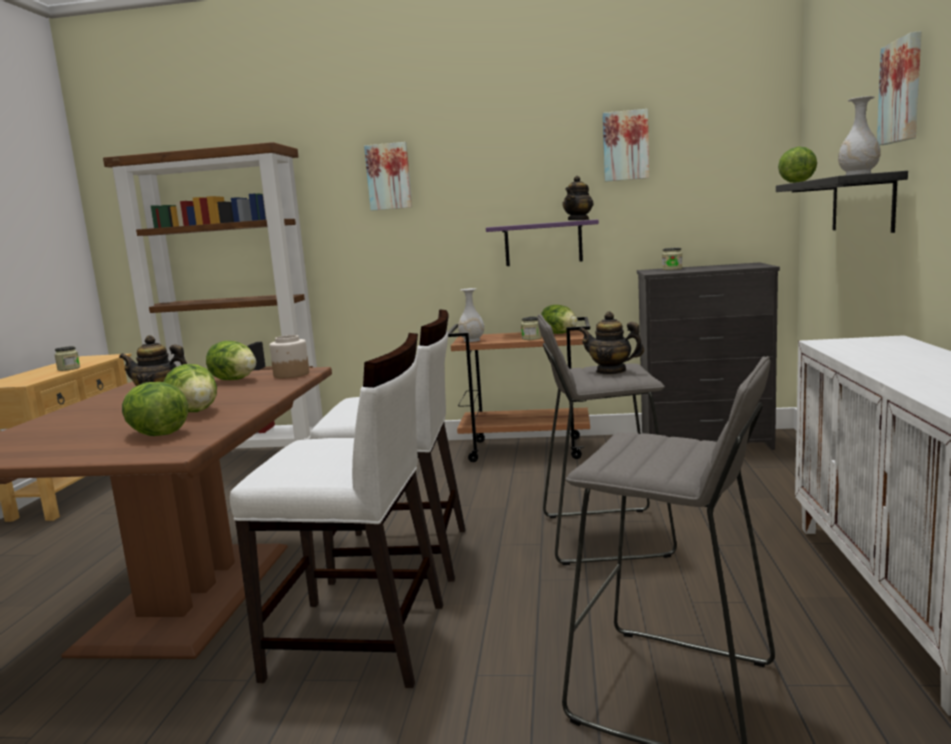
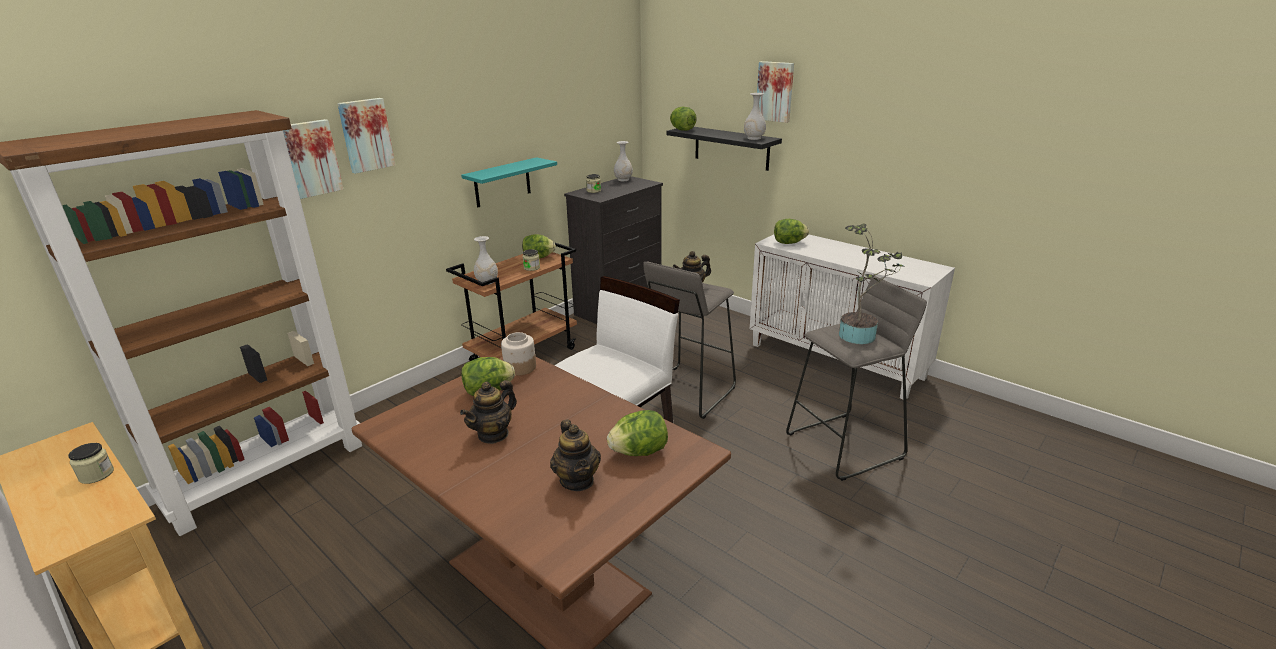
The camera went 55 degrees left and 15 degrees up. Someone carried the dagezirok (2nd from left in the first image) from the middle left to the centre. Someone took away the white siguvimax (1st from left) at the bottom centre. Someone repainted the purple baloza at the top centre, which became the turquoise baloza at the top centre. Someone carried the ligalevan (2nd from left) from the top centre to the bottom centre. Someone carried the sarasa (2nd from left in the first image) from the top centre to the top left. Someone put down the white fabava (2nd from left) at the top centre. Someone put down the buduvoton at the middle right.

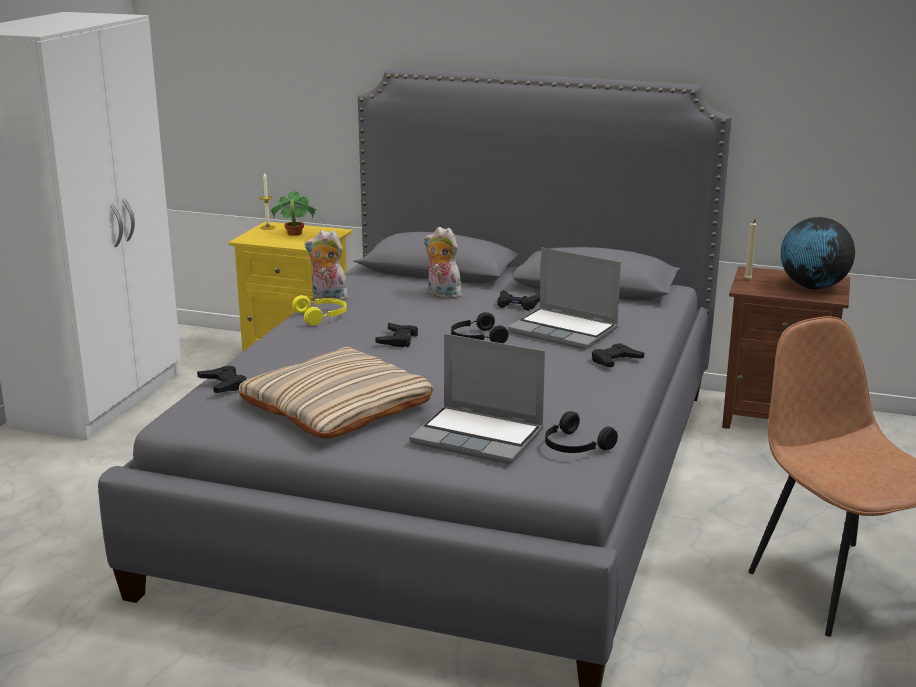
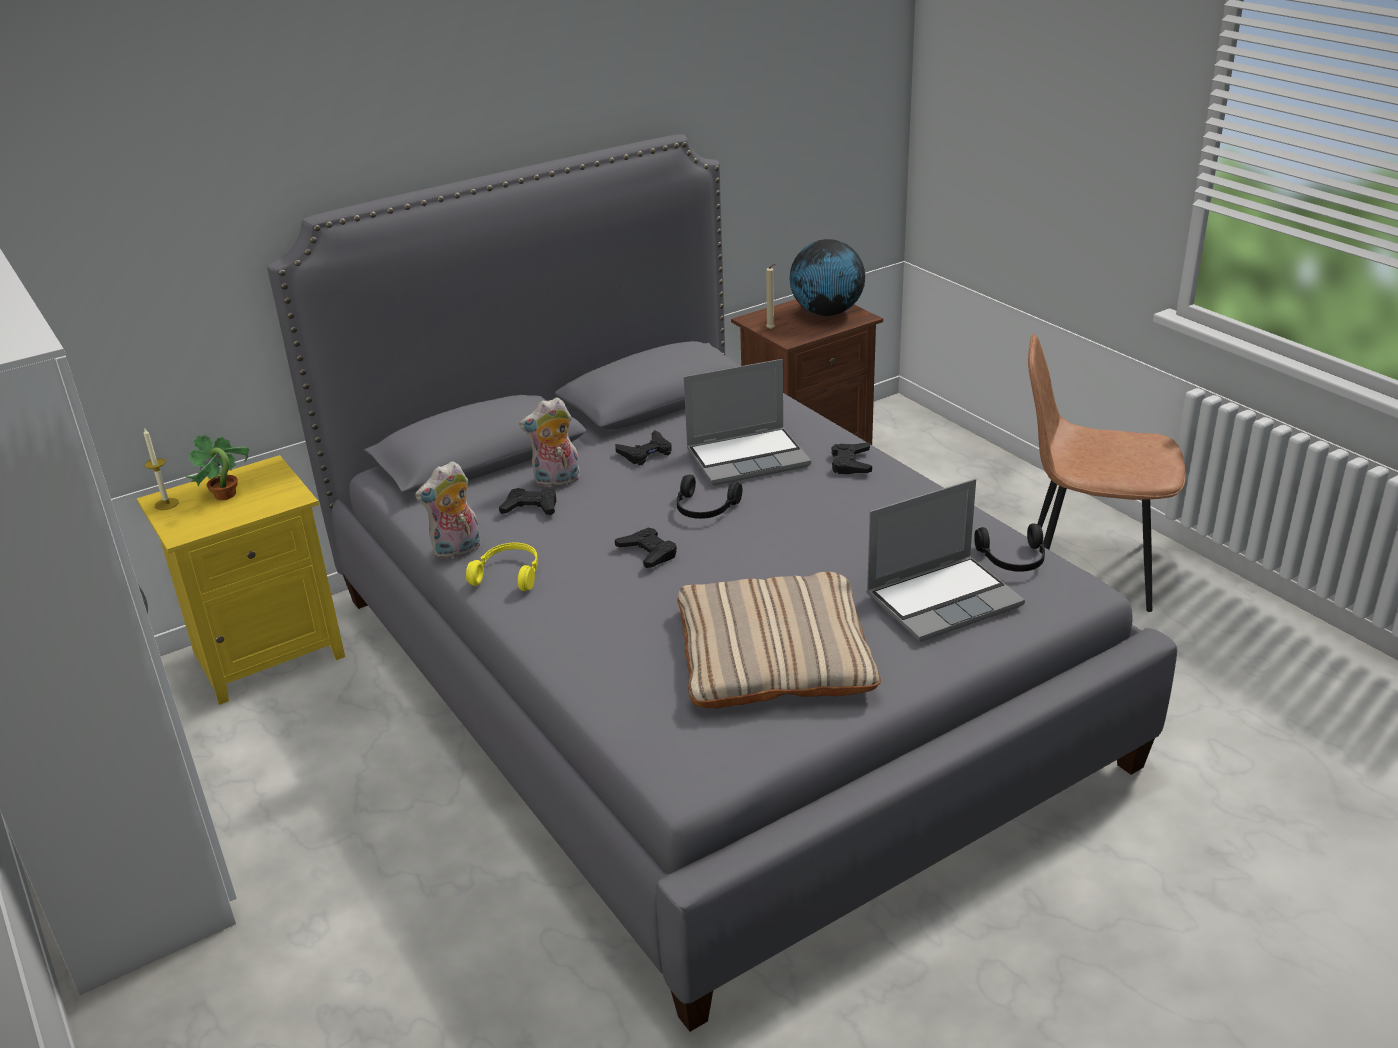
The camera went 50 degrees left and 10 degrees up. Someone carried the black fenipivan (1st from left) from the middle left to the centre.

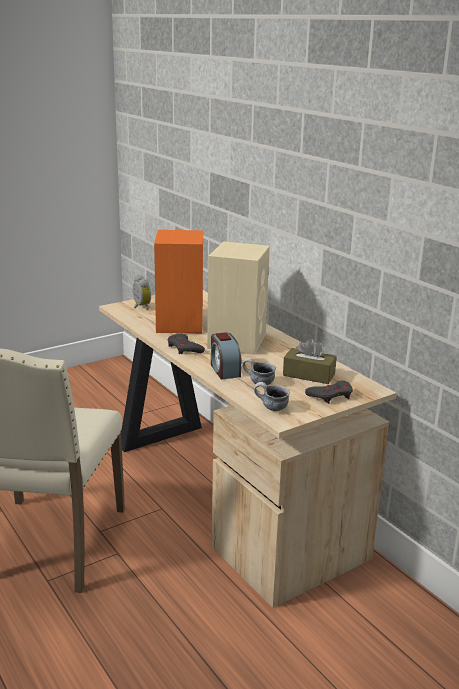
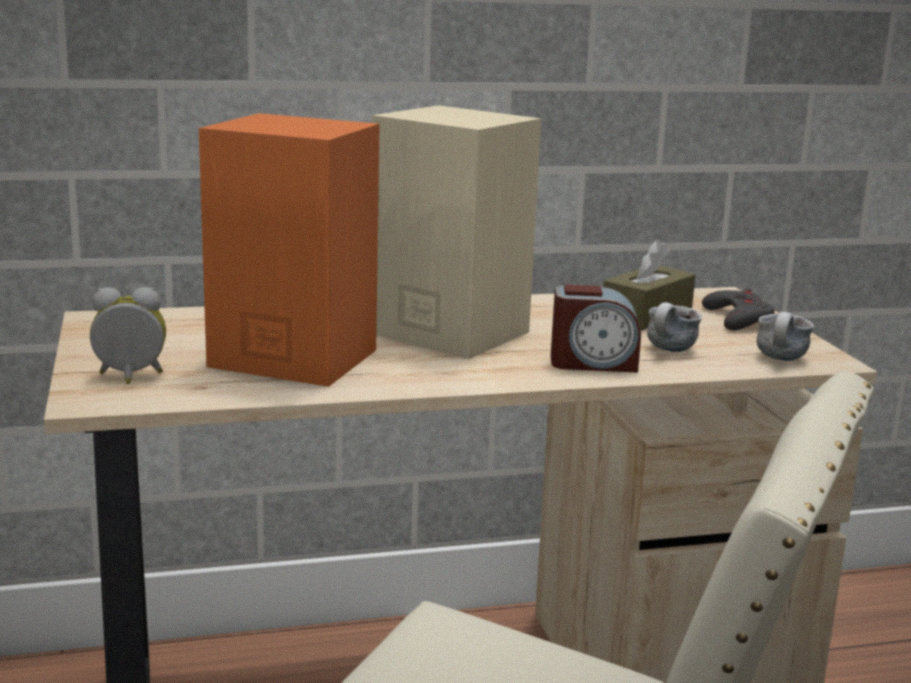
The camera went 70 degrees left and 5 degrees down. Someone took away the grey fenipivan (1st from left) at the centre.

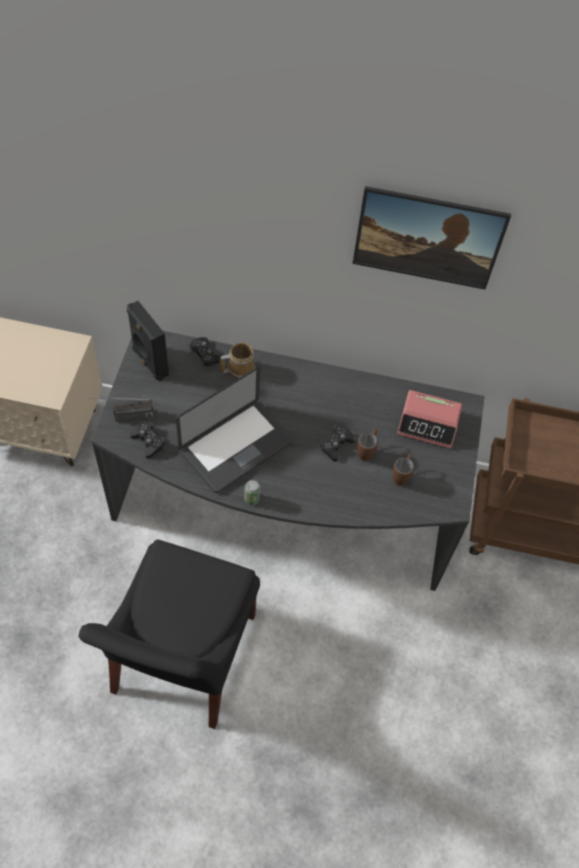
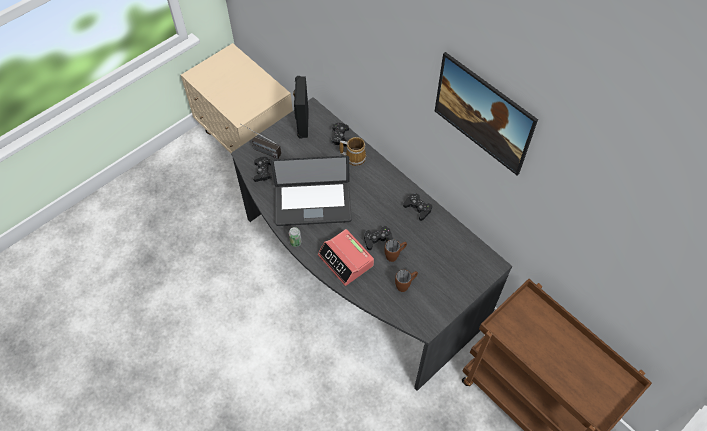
The camera went 40 degrees right and 0 degrees up. Someone took away the black siguvimax at the bottom left. Someone carried the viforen from the middle right to the centre. Someone put down the black fenipivan (4th from left) at the centre.

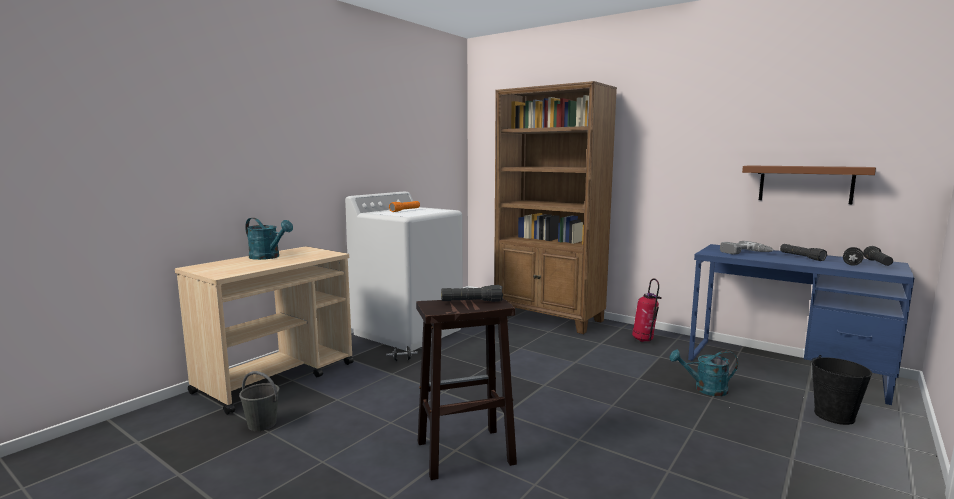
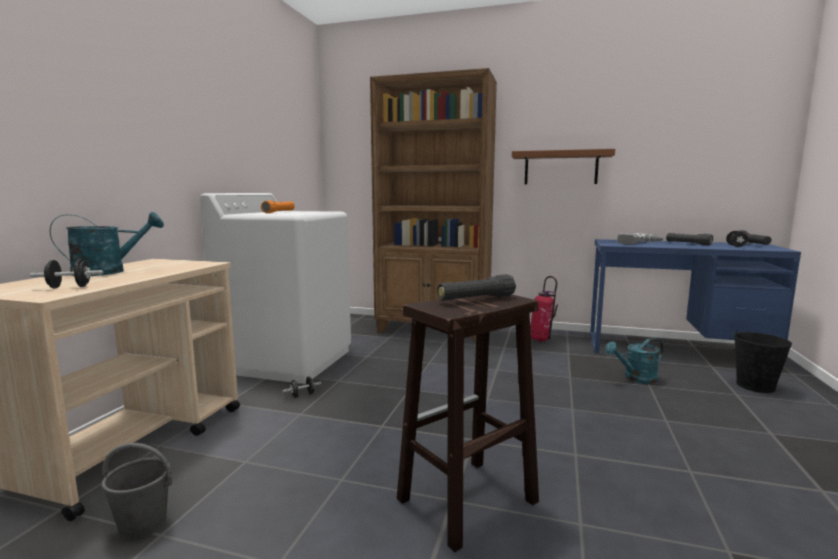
The camera went 20 degrees left and 0 degrees up. Someone rotated the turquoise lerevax (1st from left) at the middle left by 45 degrees counterclockwise. Someone carried the brown baloza from the middle right to the top right. Someone put down the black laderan (1st from left) at the middle left.

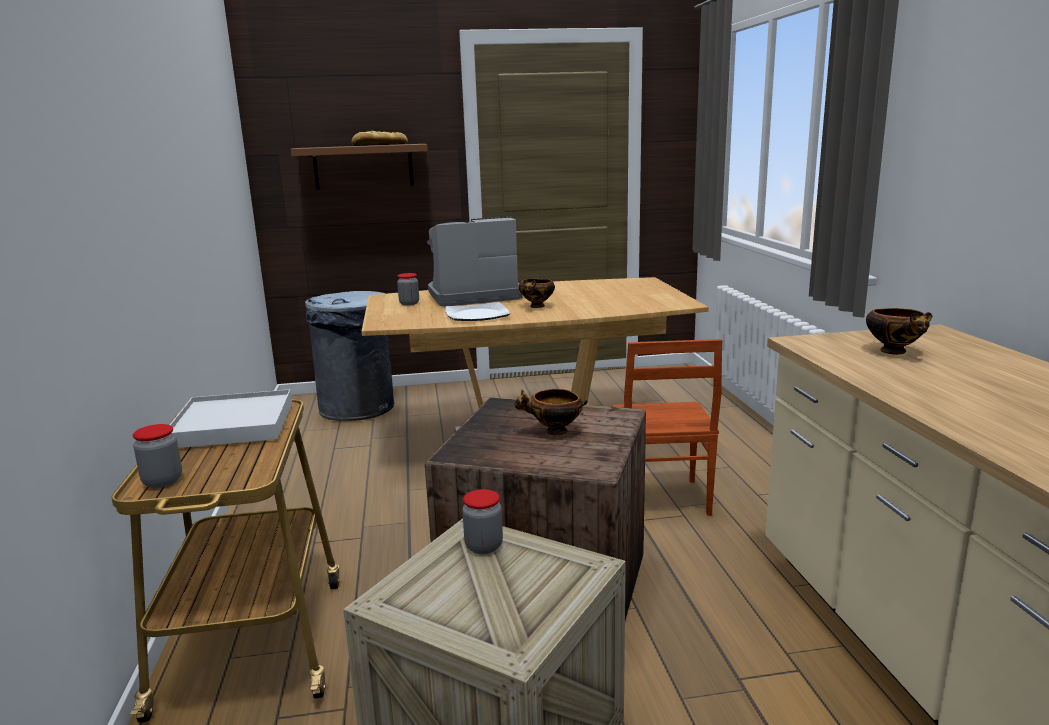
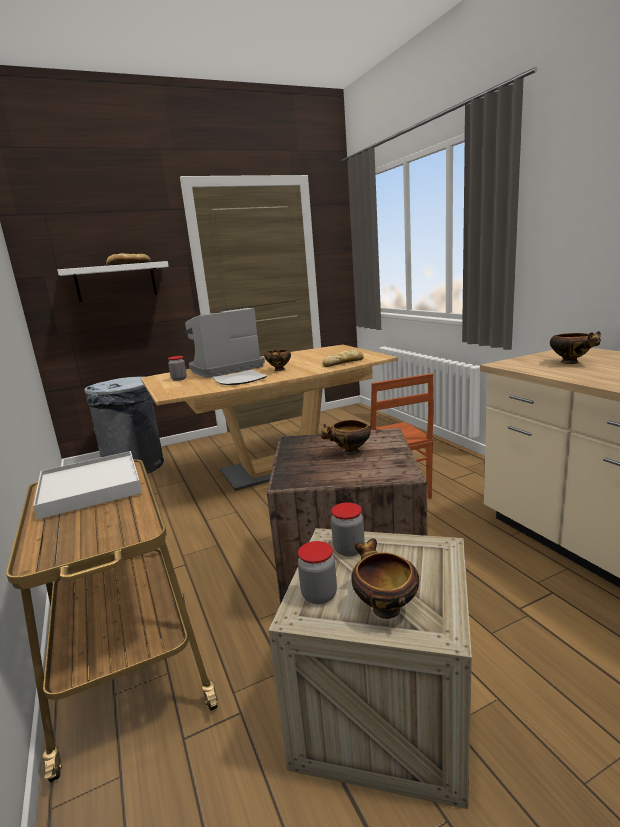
The camera went 15 degrees left and 0 degrees up. Someone carried the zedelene (1st from left in the first image) from the middle left to the bottom centre. Someone repainted the brown baloza at the top centre, which became the white baloza at the middle left. Someone put down the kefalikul (2nd from left) at the centre. Someone put down the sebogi (3rd from left) at the bottom centre.

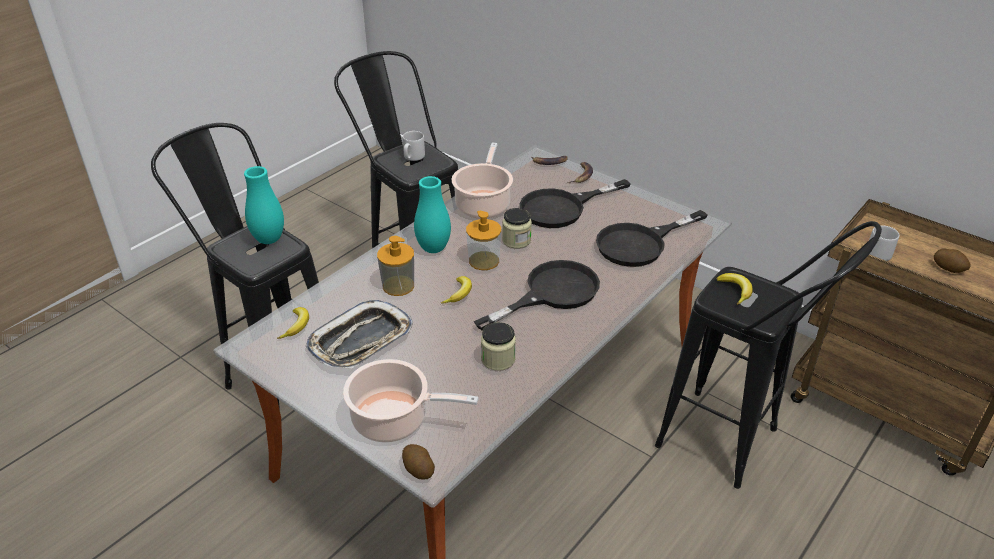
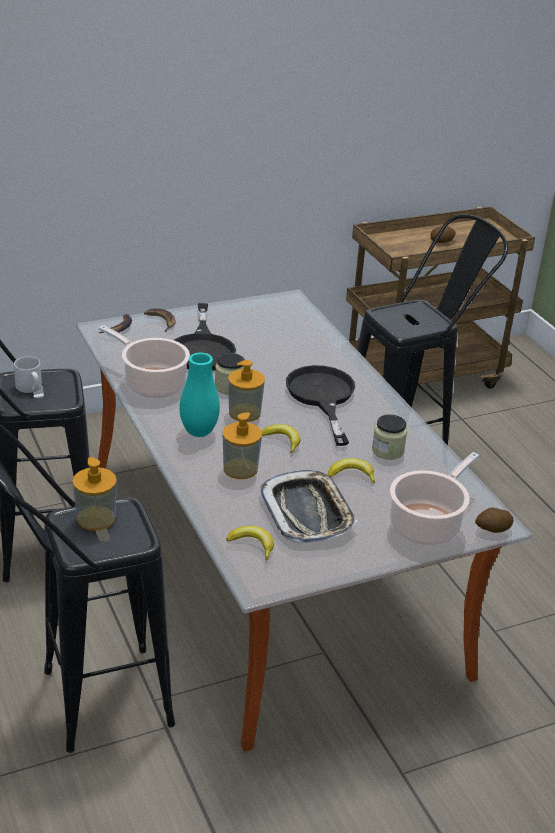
The camera went 65 degrees left and 5 degrees down. Someone swapped the turquoise fabava (1st from left) at the middle left for the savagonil (1st from left) at the middle left. Someone took away the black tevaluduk (3rd from left) at the centre. Someone carried the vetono (5th from left) from the middle right to the centre. Someone took away the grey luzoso (2nd from left) at the middle right.

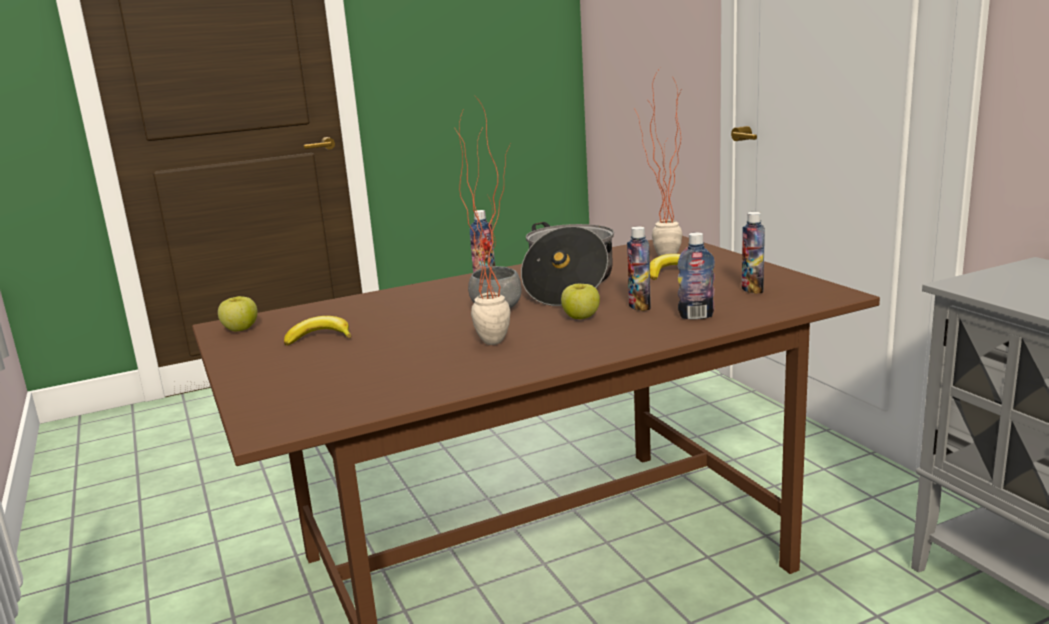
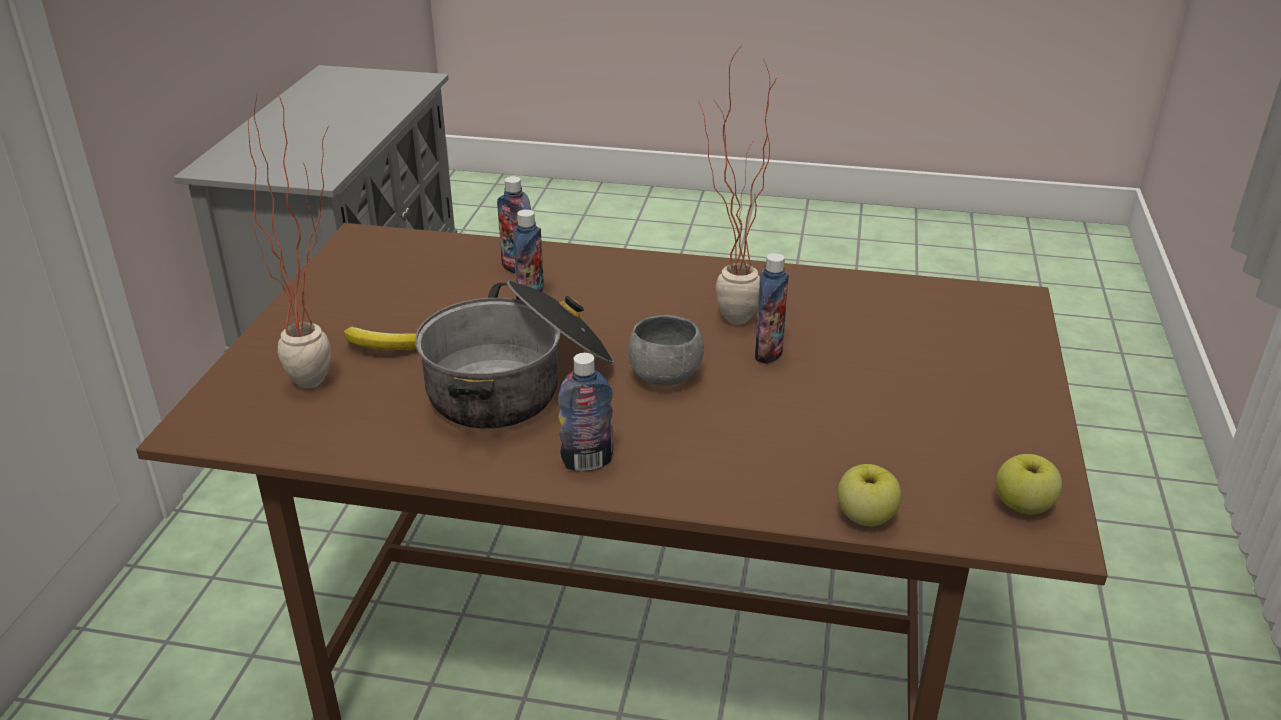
The camera went 145 degrees left and 15 degrees up. Someone took away the vetono (1st from left) at the middle left. Someone carried the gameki (2nd from left in the first image) from the centre to the bottom right. Someone carried the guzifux (4th from left) from the middle right to the centre.

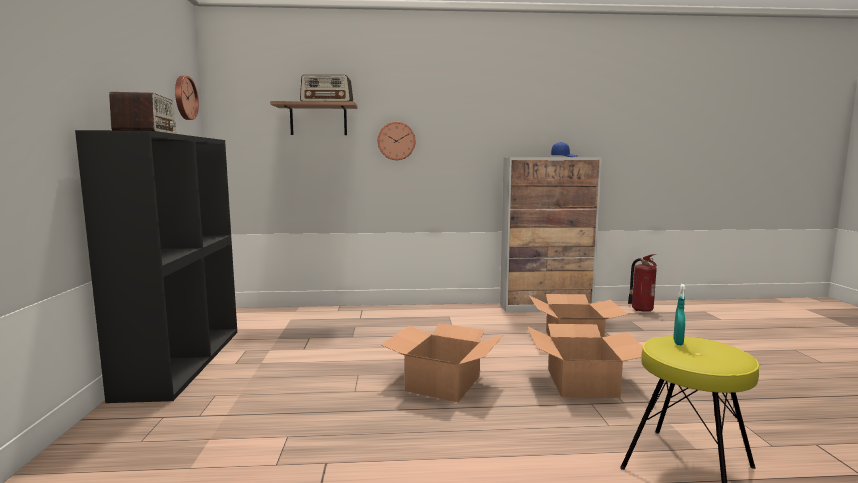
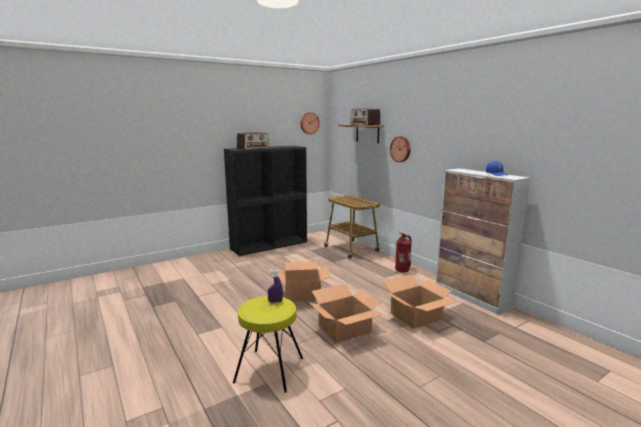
The camera went 60 degrees right and 5 degrees up. Someone carried the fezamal from the middle right to the centre. Someone repainted the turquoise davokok at the middle right, which became the purple davokok at the bottom centre. Someone put down the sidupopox at the centre.

